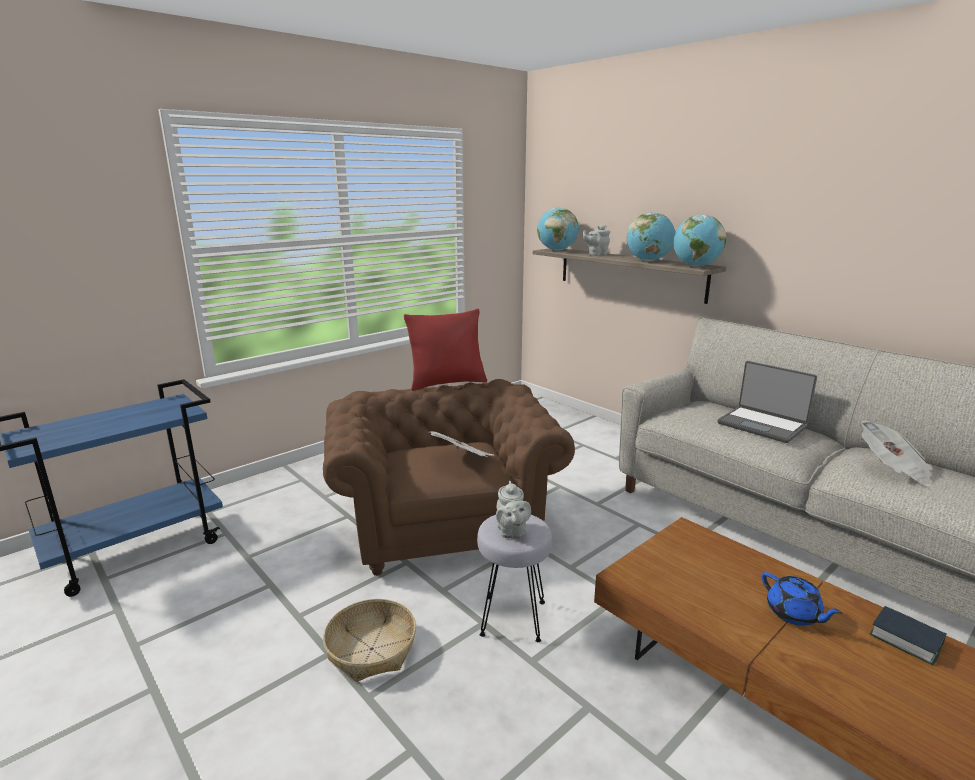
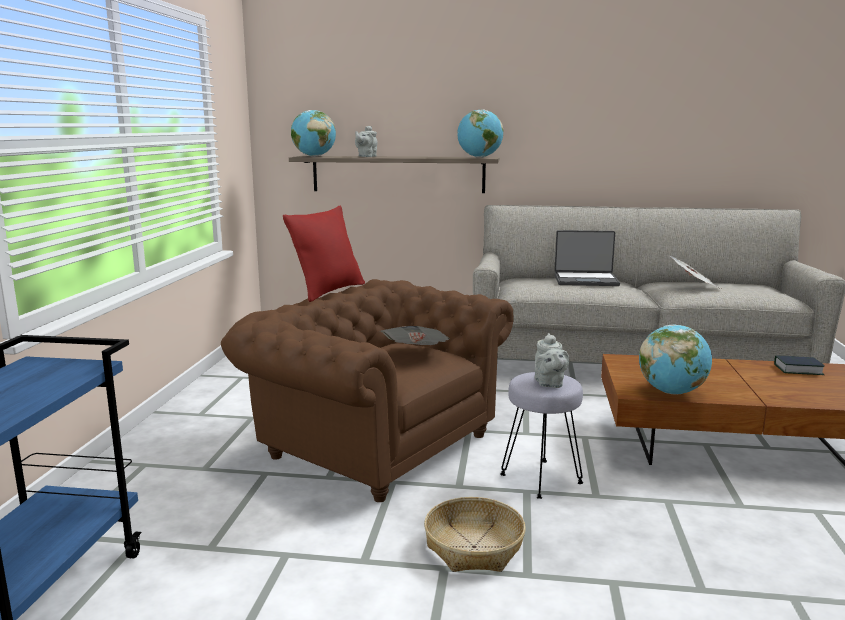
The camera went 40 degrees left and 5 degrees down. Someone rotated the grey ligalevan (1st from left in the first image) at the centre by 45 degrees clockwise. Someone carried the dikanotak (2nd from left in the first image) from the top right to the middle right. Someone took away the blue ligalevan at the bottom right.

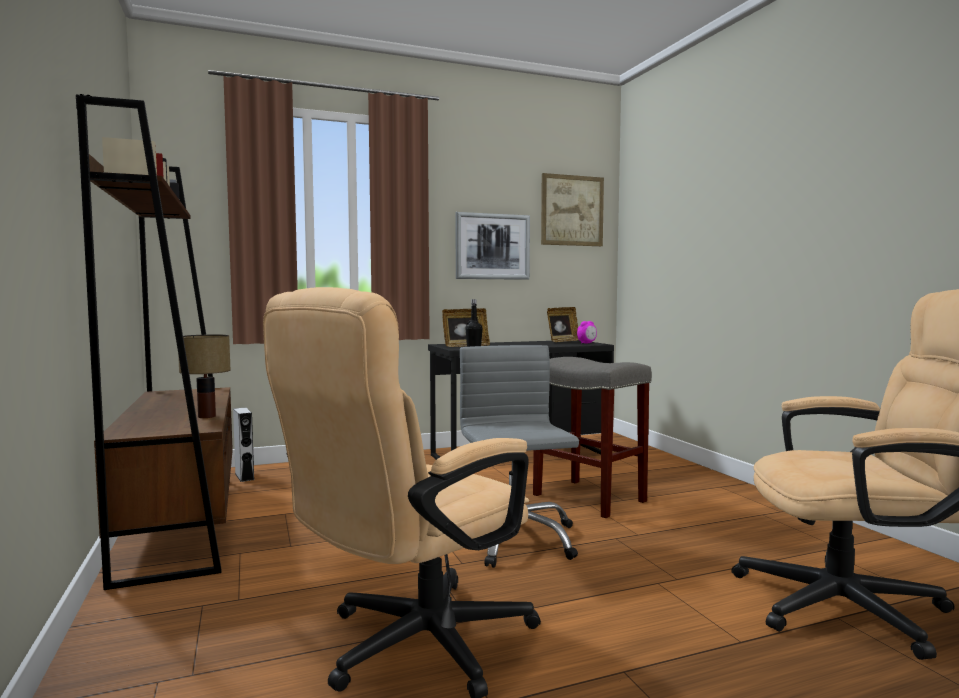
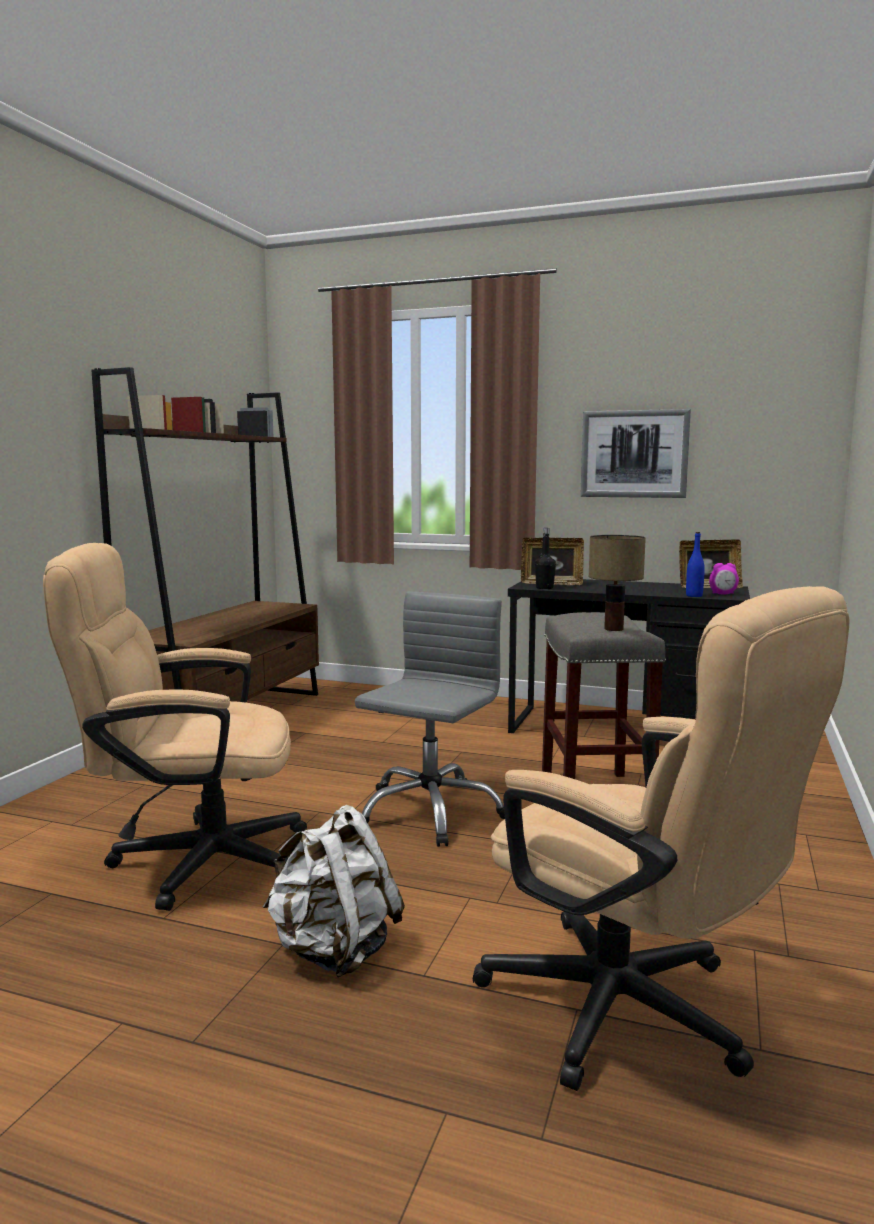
The camera went 40 degrees right and 5 degrees up. Someone carried the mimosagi from the middle left to the middle right. Someone took away the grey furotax at the middle left. Someone took away the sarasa (2nd from left) at the top centre. Someone put down the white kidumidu at the bottom centre. Someone put down the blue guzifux at the middle right.

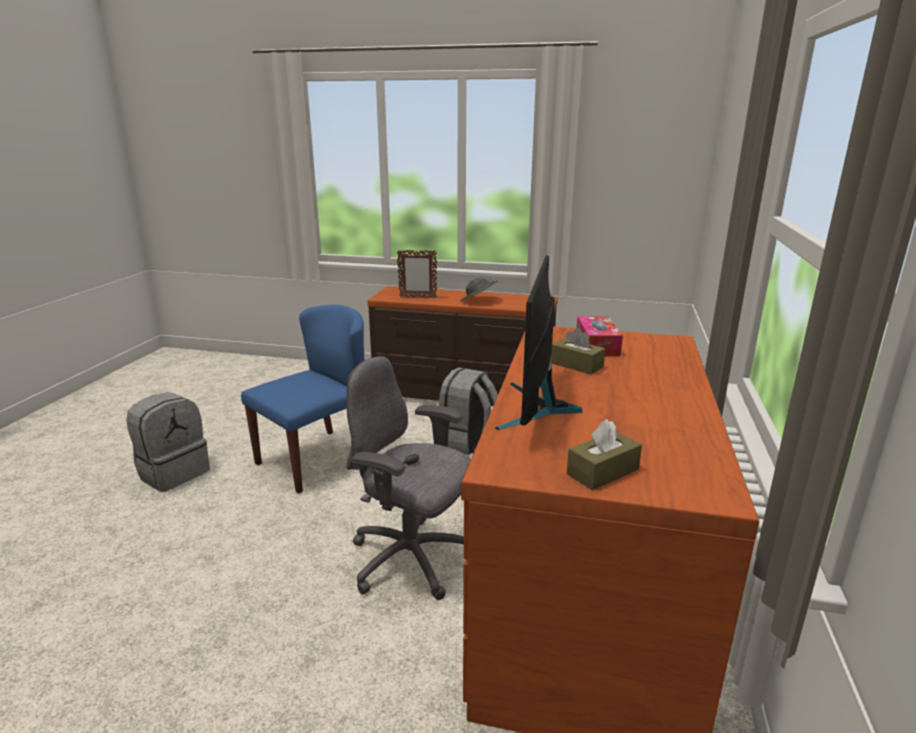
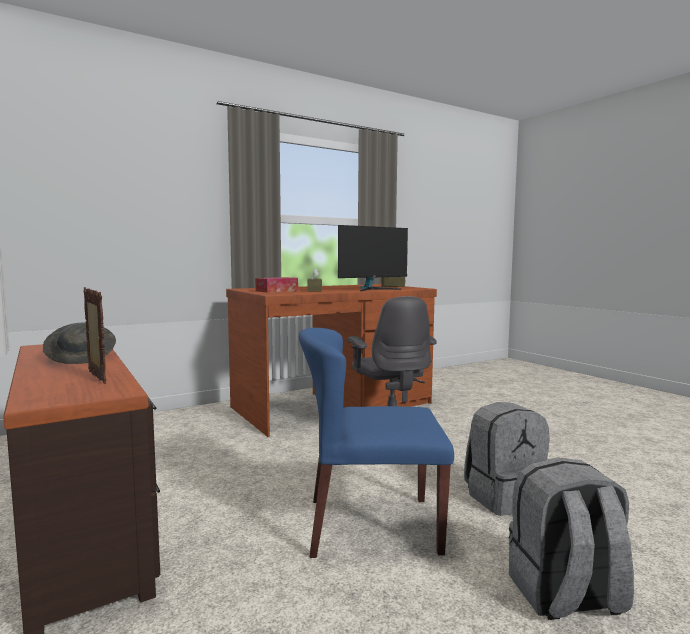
The camera went 135 degrees left and 15 degrees down. Someone carried the grey kidumidu (2nd from left in the first image) from the centre to the bottom right.

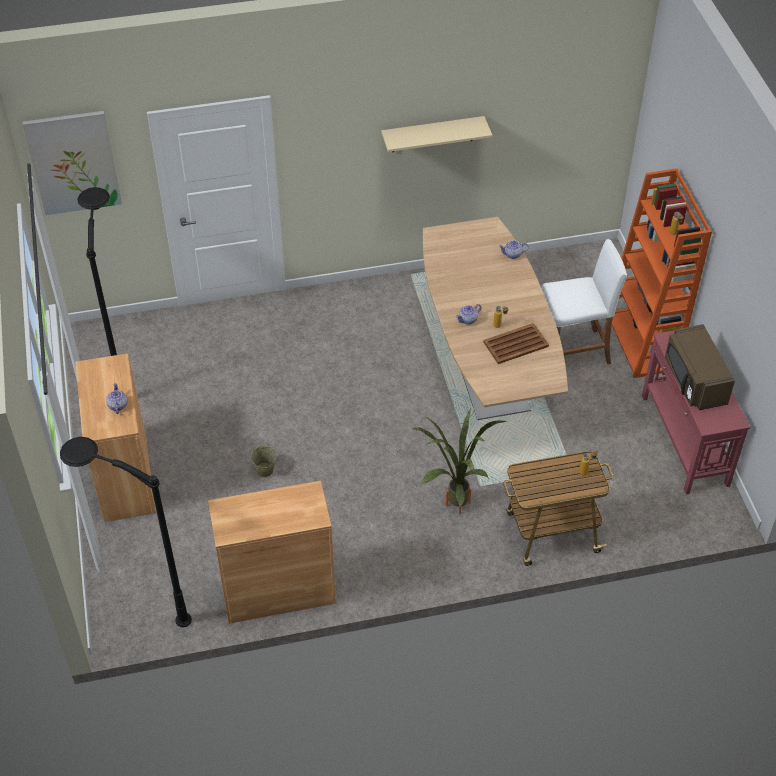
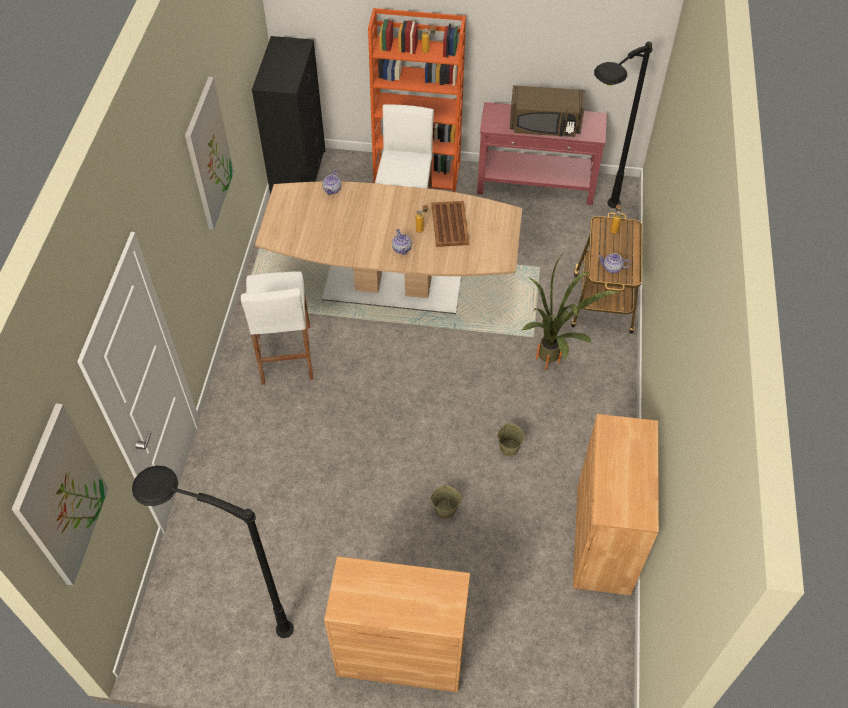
The camera went 70 degrees left and 5 degrees up. Someone carried the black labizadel (2nd from left) from the bottom left to the top right. Someone carried the ligalevan (1st from left in the first image) from the middle left to the middle right. Someone swapped the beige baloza at the top centre for the sarasa (2nd from left) at the top left. Someone put down the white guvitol (1st from left) at the middle left. Someone put down the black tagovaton at the top centre. Someone put down the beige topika (2nd from left) at the centre.

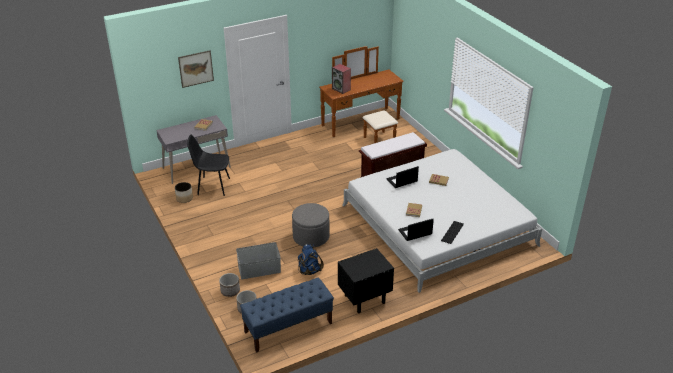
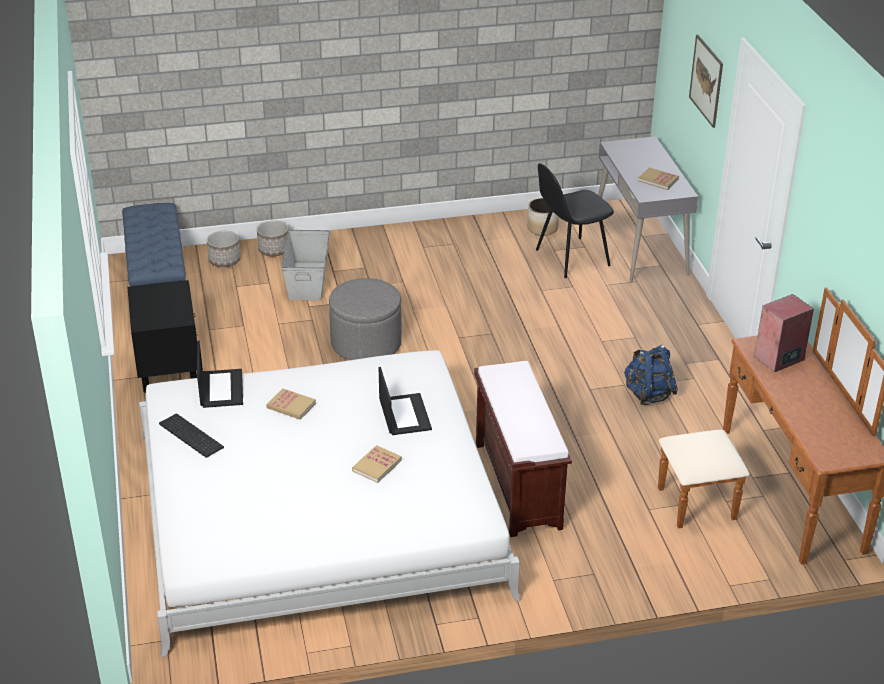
The camera went 105 degrees right and 0 degrees up. Someone rotated the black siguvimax at the middle left by 135 degrees counterclockwise. Someone carried the blue kidumidu from the bottom centre to the middle right.

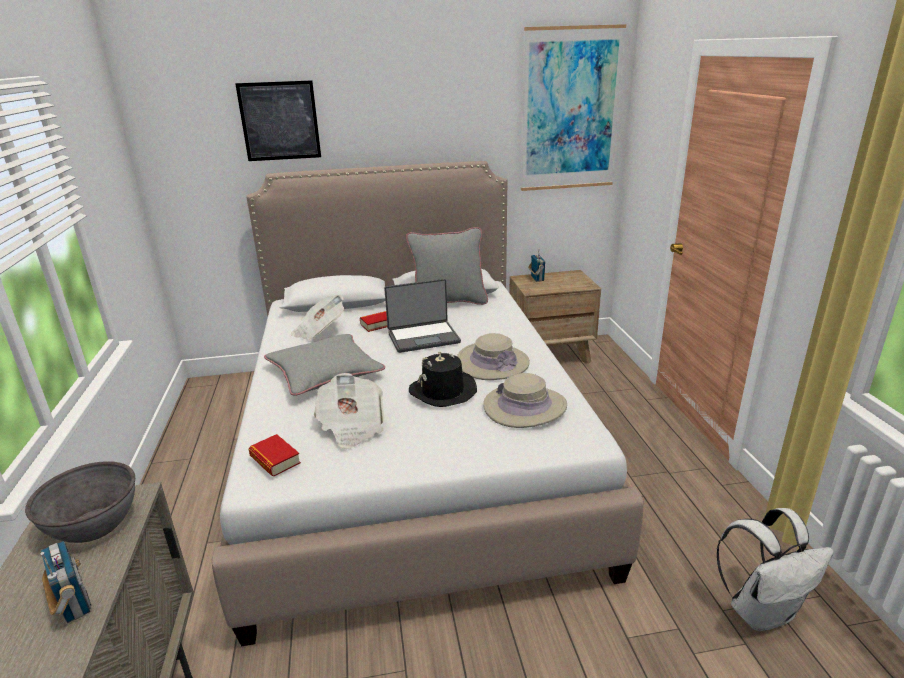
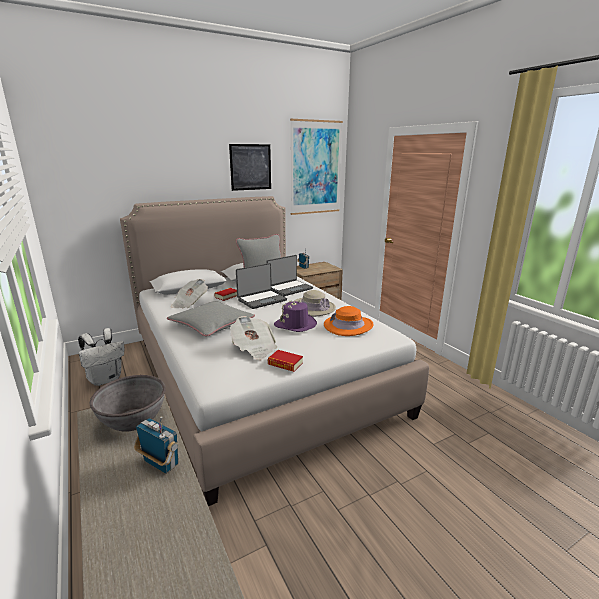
The camera went 20 degrees left and 5 degrees down. Someone carried the sarasa (1st from left) from the top left to the top centre. Someone carried the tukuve (1st from left in the first image) from the bottom left to the centre. Someone repainted the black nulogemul at the centre, which became the purple nulogemul at the centre. Someone repainted the beige nulogemul (2nd from left) at the centre, which became the orange nulogemul at the centre. Someone carried the white kidumidu from the bottom right to the middle left. Someone put down the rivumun (2nd from left) at the centre.

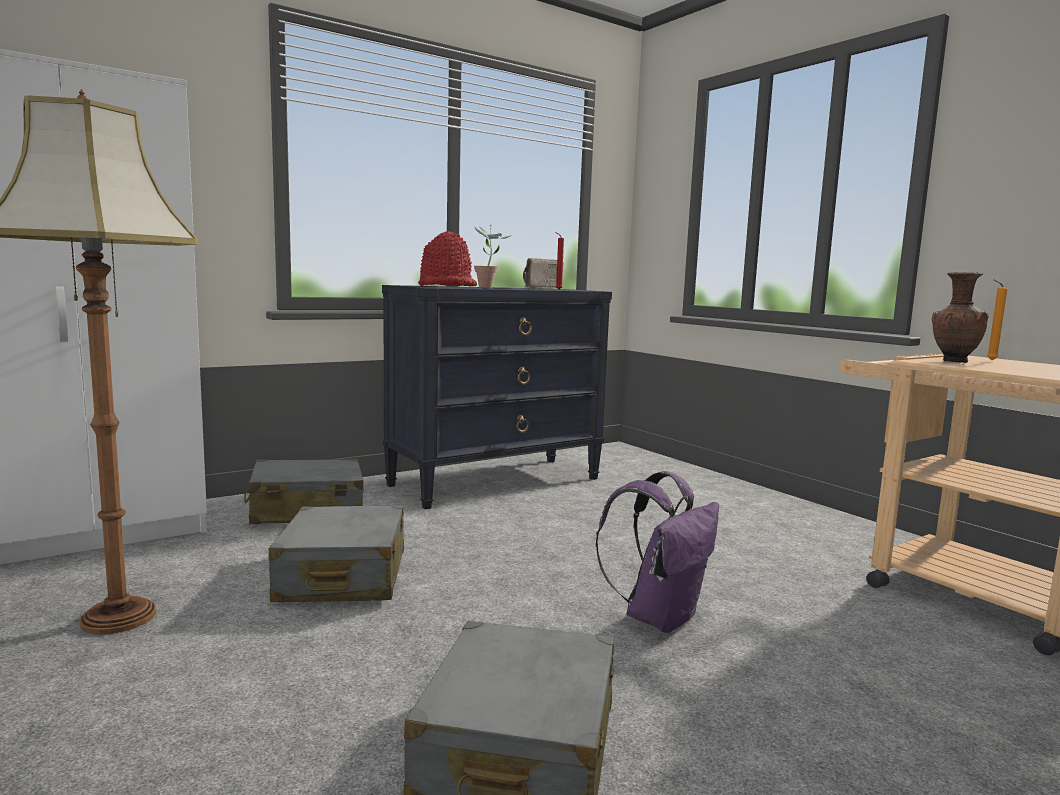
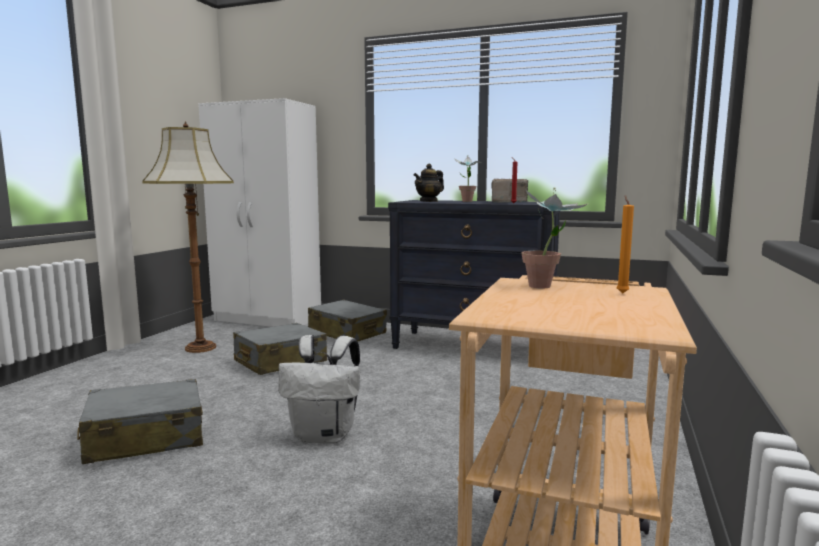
The camera went 55 degrees right and 0 degrees up. Someone swapped the red nulogemul at the top centre for the ligalevan at the centre. Someone repainted the purple kidumidu at the bottom centre, which became the white kidumidu at the bottom centre. Someone swapped the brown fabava at the middle right for the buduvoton (2nd from left) at the middle right.

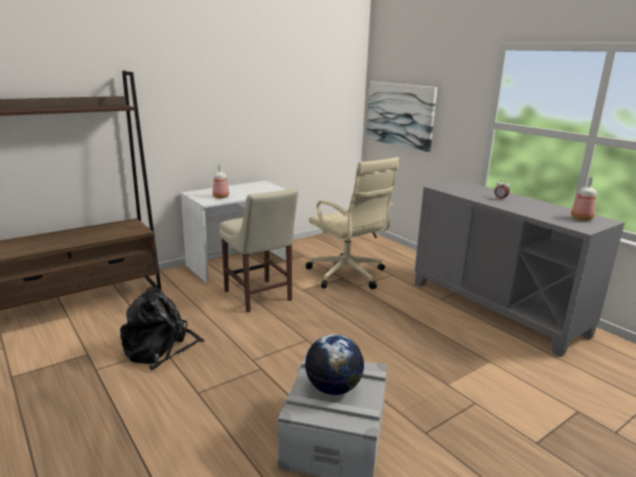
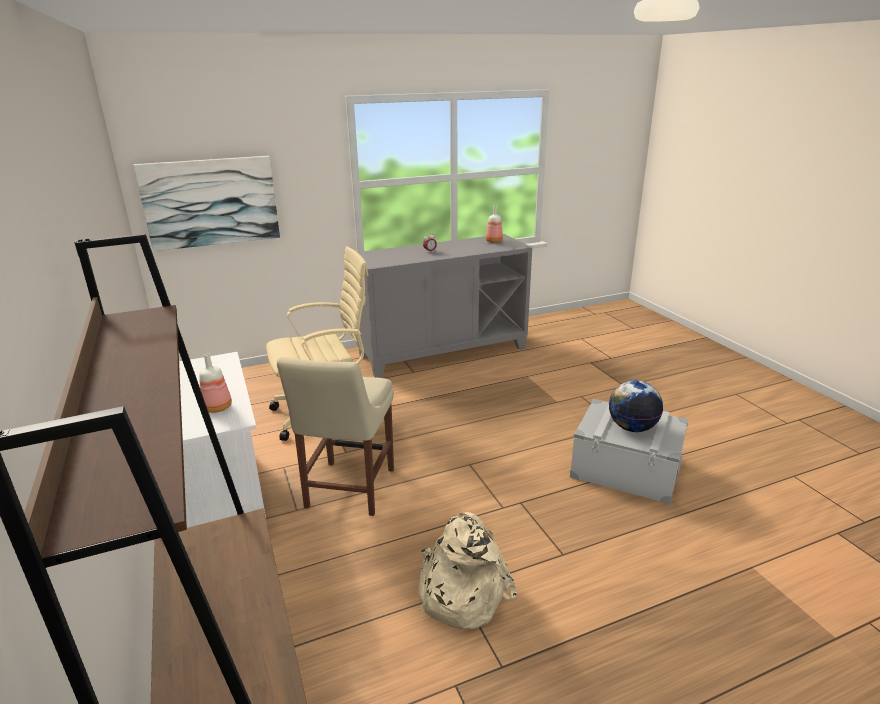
The camera went 75 degrees left and 5 degrees up. Someone repainted the black kidumidu at the bottom left, which became the beige kidumidu at the bottom centre. Someone rotated the beige siguvimax at the centre by 120 degrees clockwise.

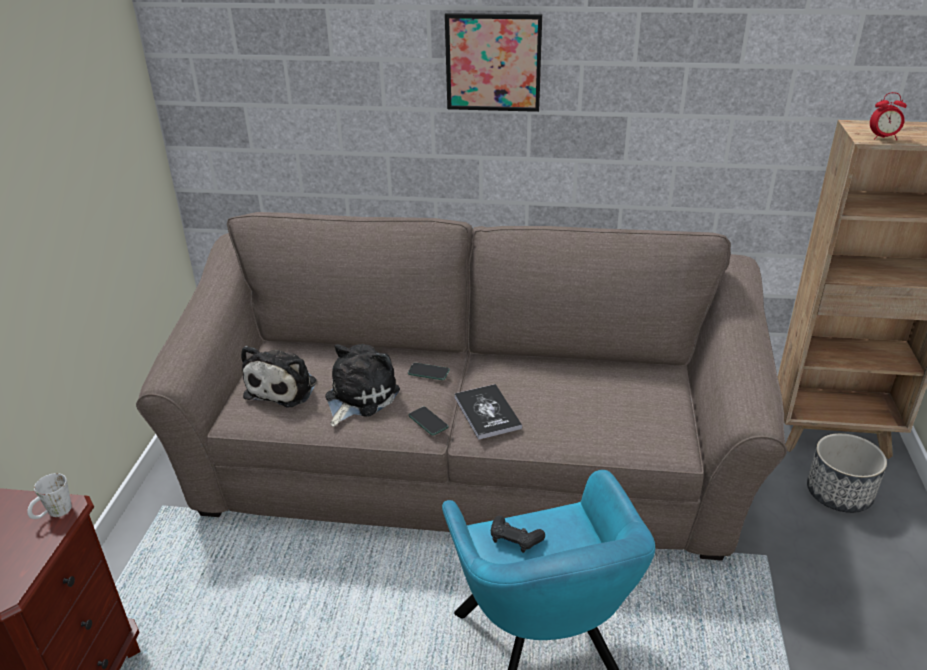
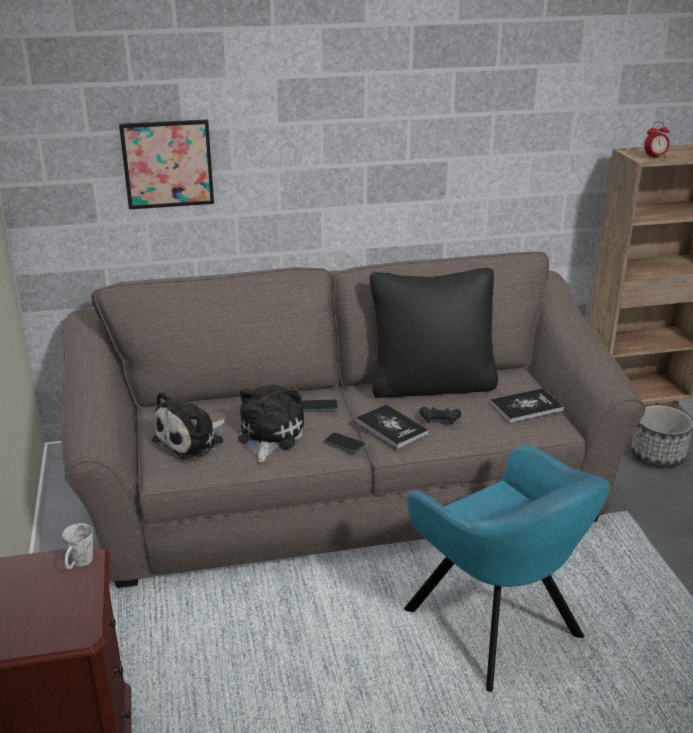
The camera went 20 degrees left and 5 degrees down. Someone rotated the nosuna (1st from left) at the middle left by 45 degrees clockwise. Someone carried the sarasa from the top centre to the top left. Someone carried the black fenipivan from the bottom centre to the centre. Someone put down the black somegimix at the centre. Someone put down the tukuve (2nd from left) at the middle right.

